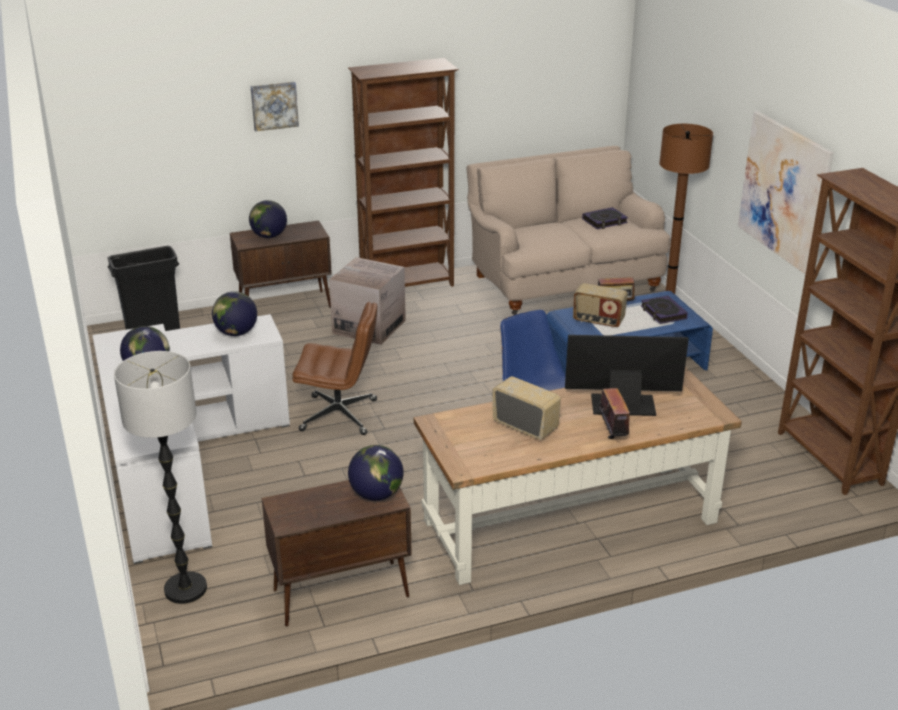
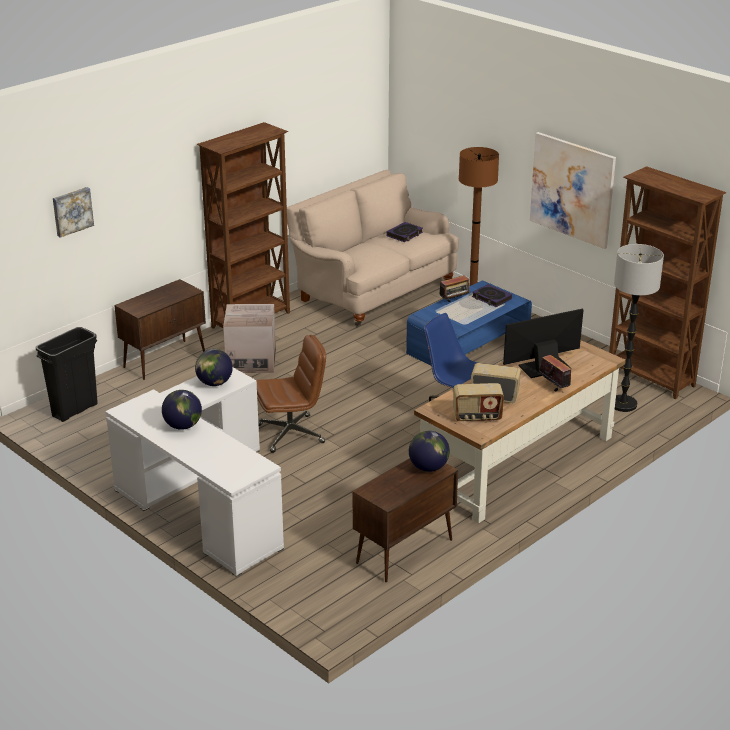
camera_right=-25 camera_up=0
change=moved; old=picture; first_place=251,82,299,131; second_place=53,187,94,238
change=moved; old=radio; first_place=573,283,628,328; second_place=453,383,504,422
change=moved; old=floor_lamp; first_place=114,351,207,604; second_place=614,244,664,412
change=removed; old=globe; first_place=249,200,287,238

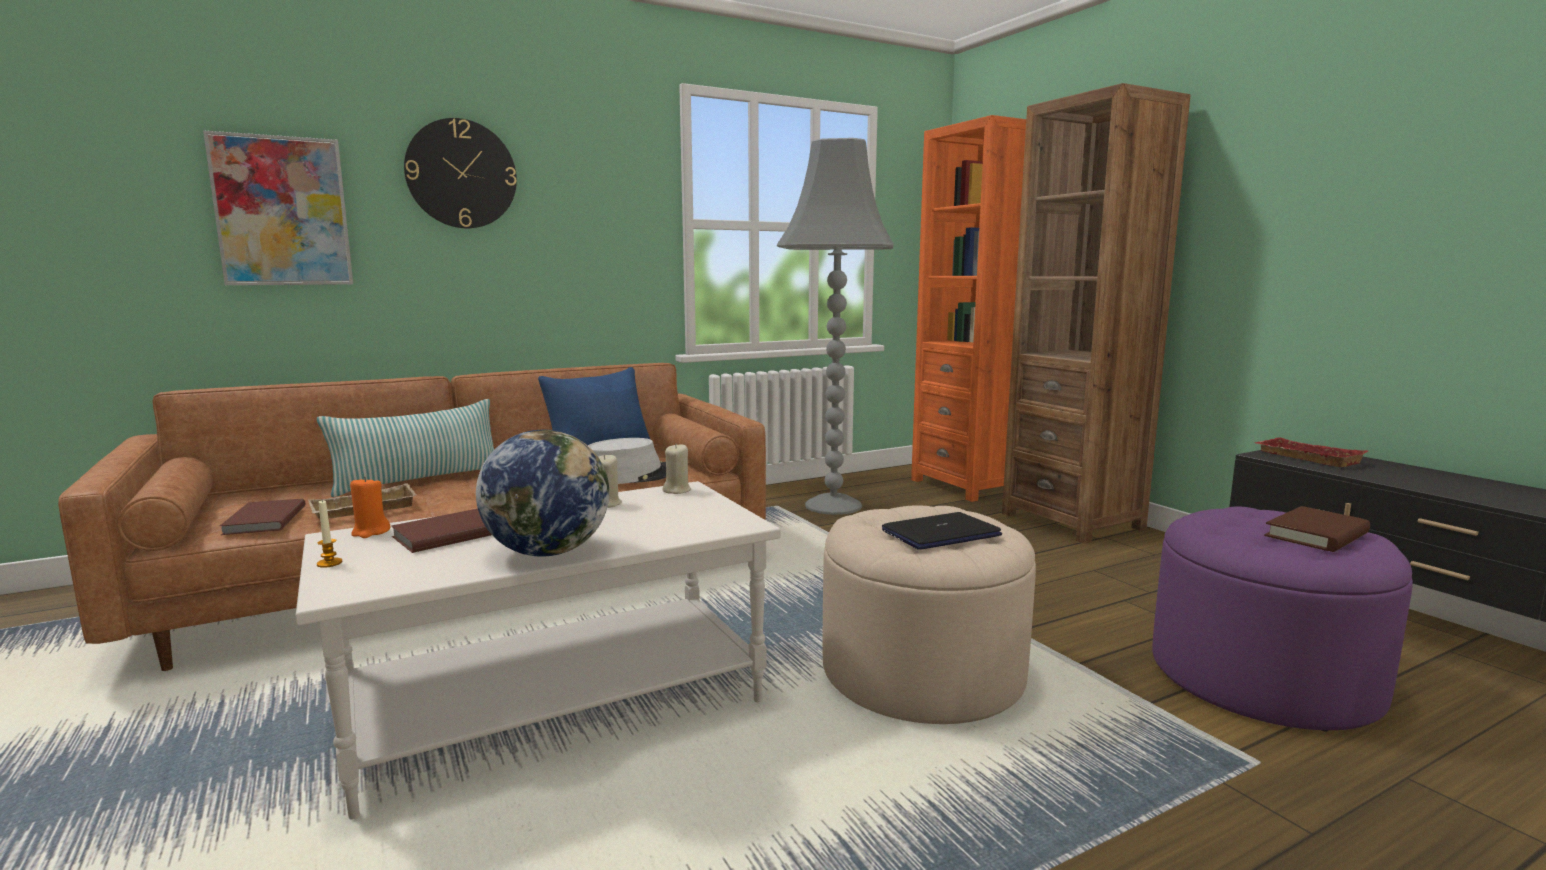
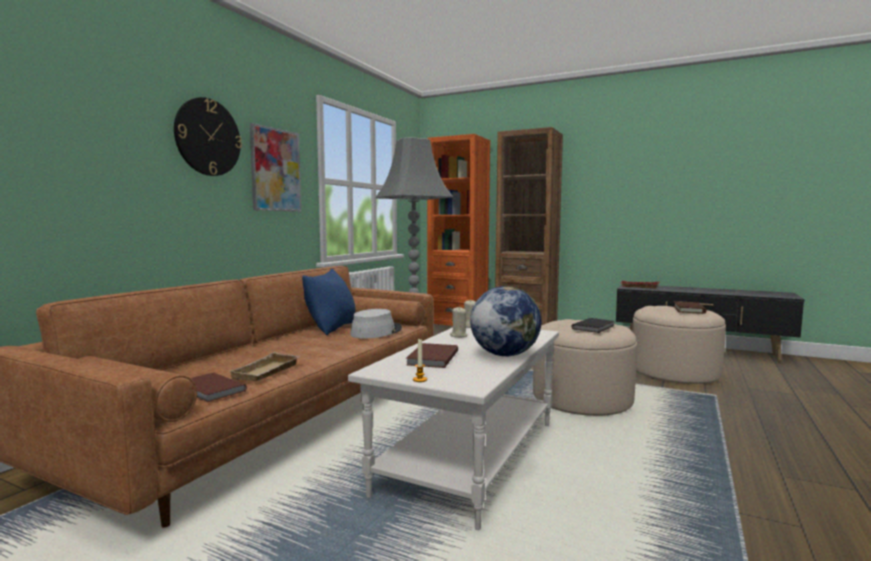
camera_right=-35 camera_up=-5
change=moved; old=picture; first_place=203,130,353,285; second_place=250,123,301,212
change=replaced; old=laptop; new=black_book; first_place=882,512,1002,550; second_place=572,318,614,333
change=recoloured; old=purple_ottoman; new=beige_ottoman; first_place=1152,506,1413,732; second_place=632,306,726,384
change=removed; old=pillow; first_place=317,399,494,497
change=removed; old=orange_candle; first_place=350,476,391,538

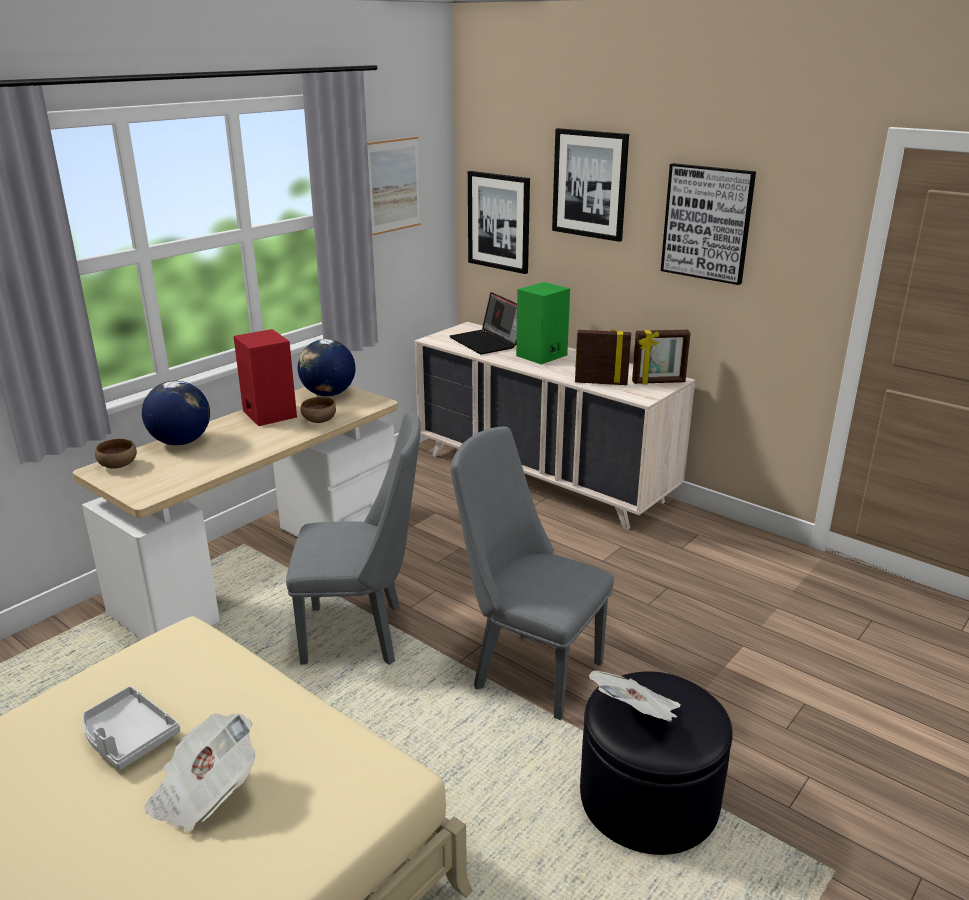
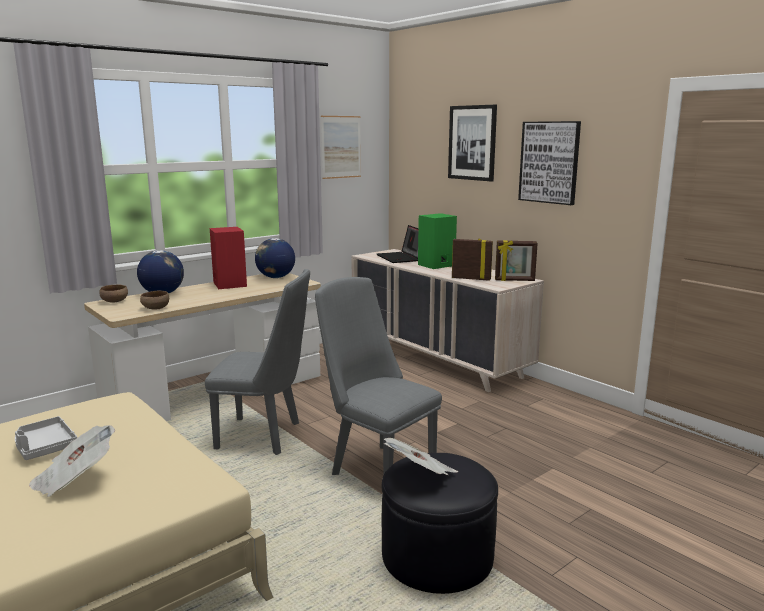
camera_right=10 camera_up=-10
change=moved; old=brown_bowl; first_place=301,397,336,423; second_place=140,291,169,310
change=removed; old=picture; first_place=468,171,530,274

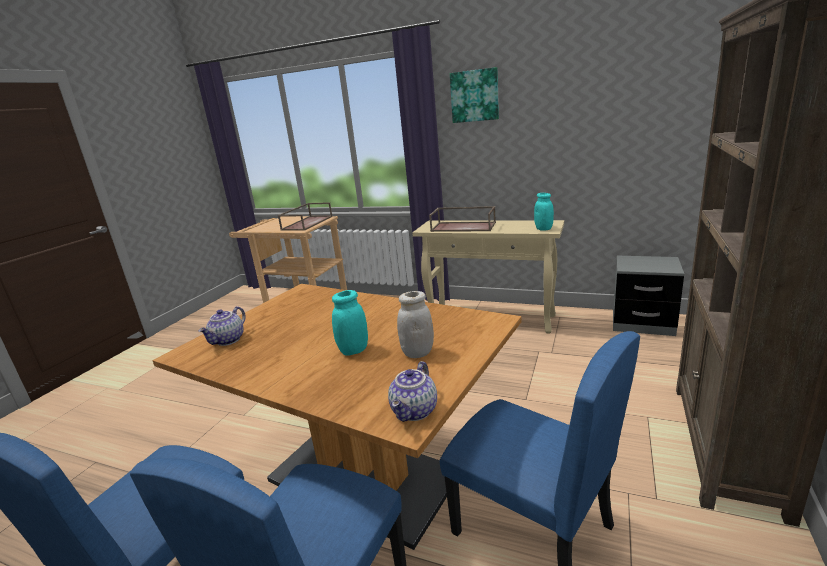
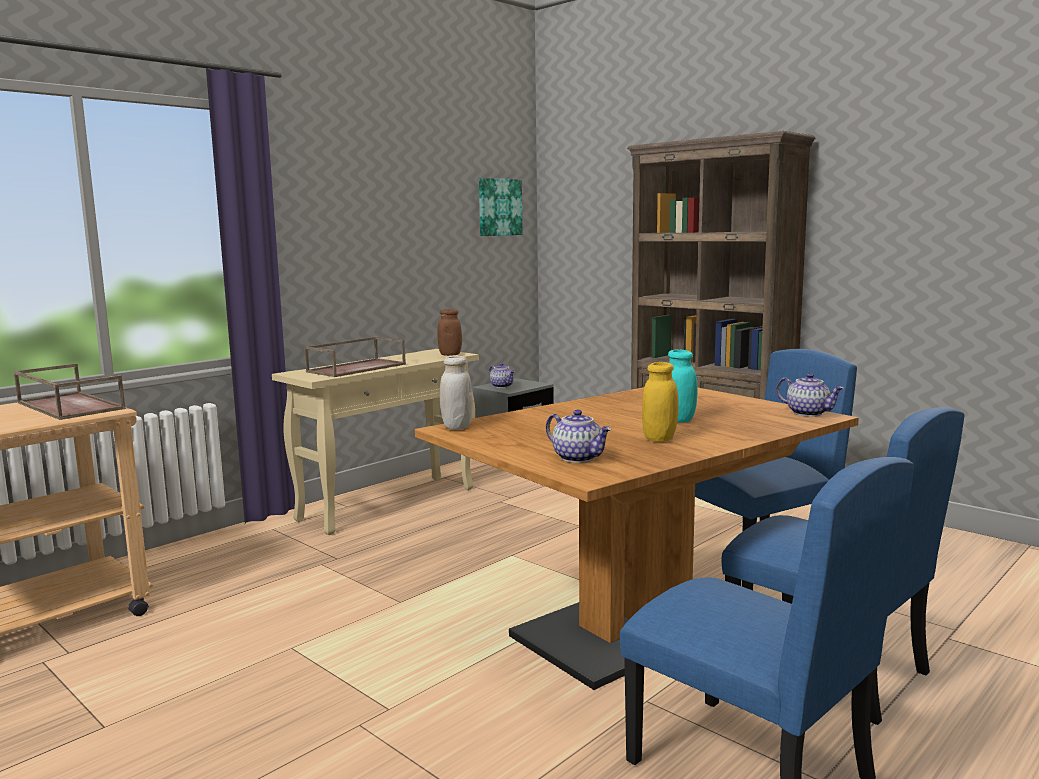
camera_right=-70 camera_up=-10
change=recoloured; old=turquoise_jar; new=brown_jar; first_place=534,193,554,231; second_place=437,309,462,356
change=moved; old=white_jar; first_place=397,291,434,358; second_place=440,356,473,430
change=moved; old=picture; first_place=450,67,499,123; second_place=479,178,523,236
change=added; new=teapot; second_place=489,363,515,388
change=added; new=yellow_jar; second_place=642,362,679,442

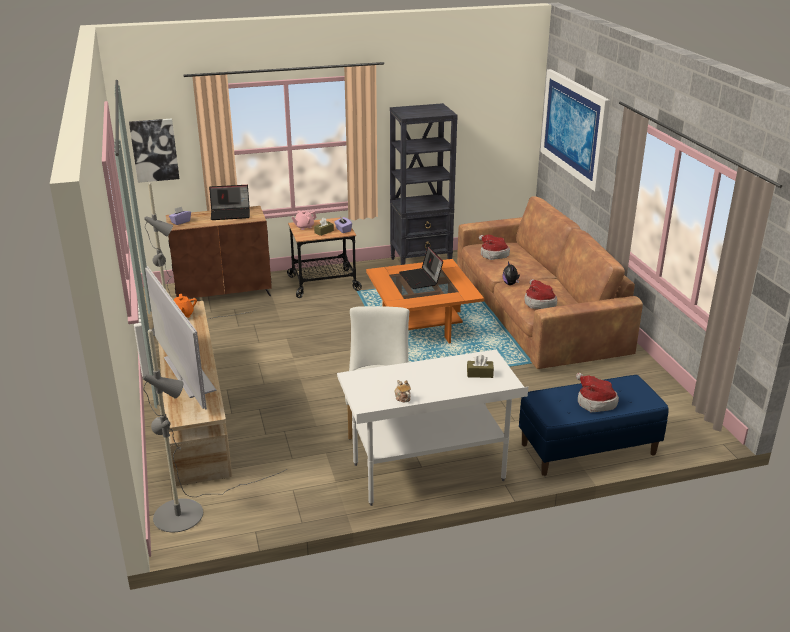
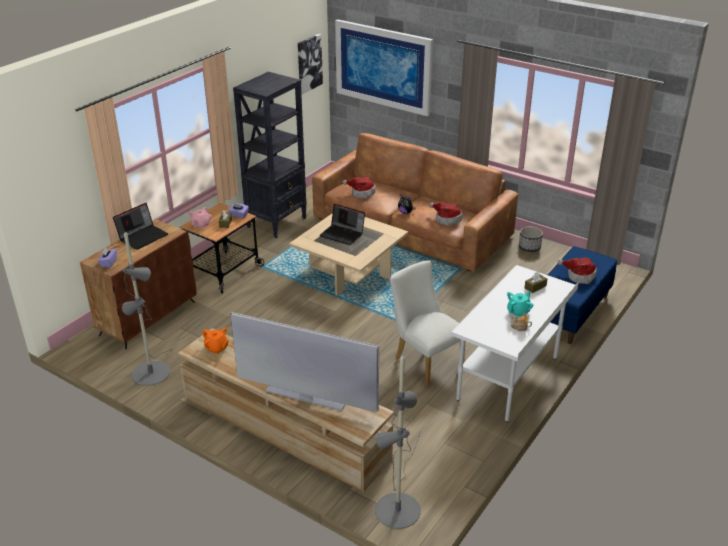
camera_right=-40 camera_up=5
change=recoloured; old=orange_coffee_table; new=beige_coffee_table; first_place=366,259,484,344; second_place=289,213,408,296
change=moved; old=picture; first_place=129,118,179,183; second_place=298,34,323,94
change=added; new=turquoise_teapot; second_place=507,291,533,317
change=added; new=planter; second_place=519,227,543,252

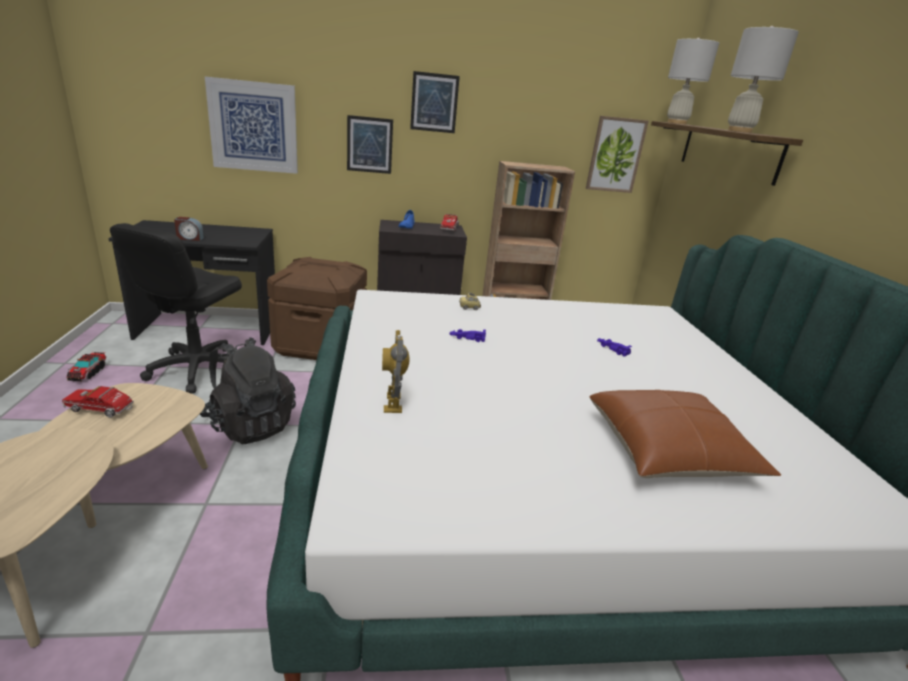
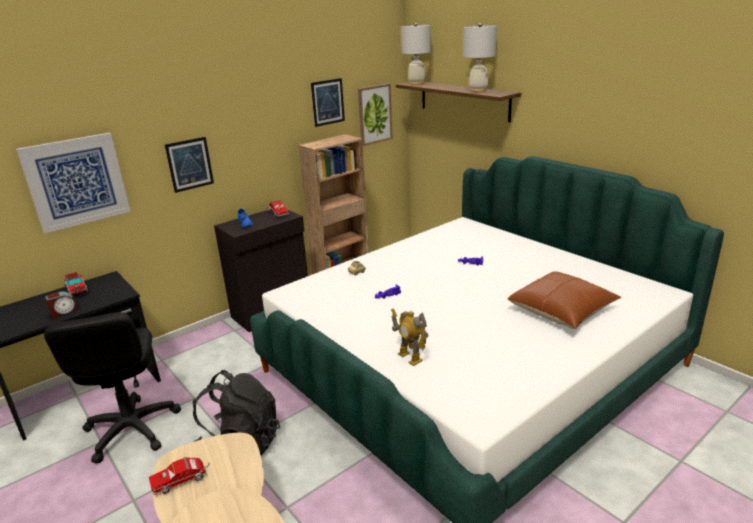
camera_right=-30 camera_up=0
change=moved; old=toy_truck; first_place=66,352,106,381; second_place=64,272,88,297
change=moved; old=picture; first_place=410,71,460,133; second_place=311,78,345,127
change=removed; old=brown_storage_box; first_place=267,257,367,360

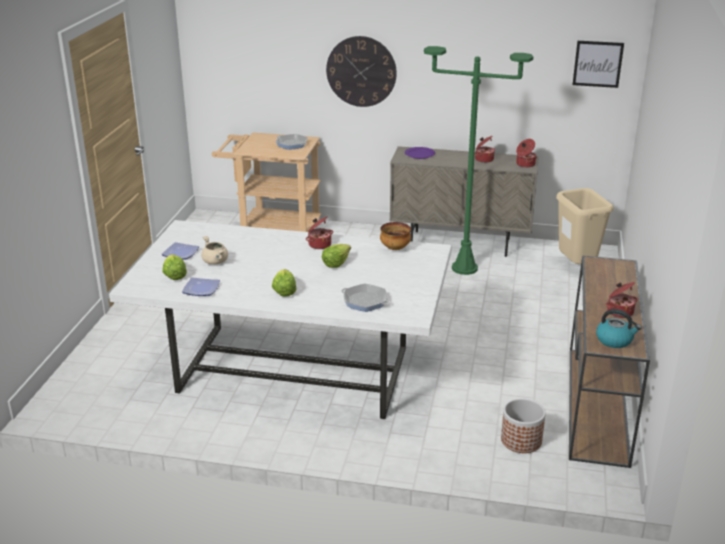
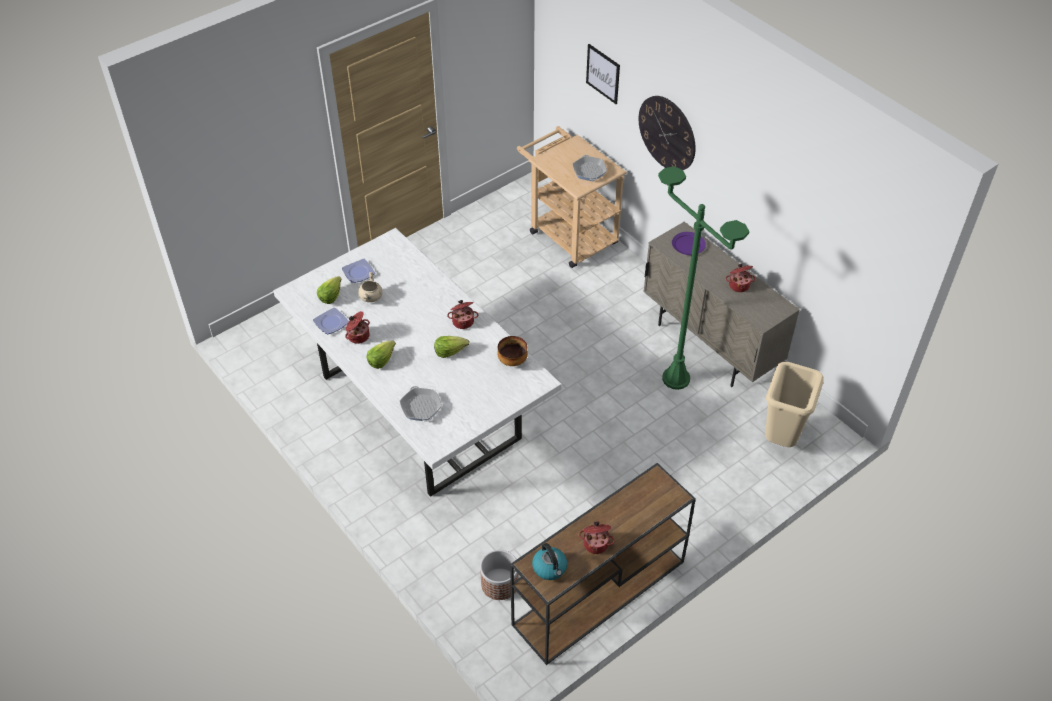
camera_right=40 camera_up=20
change=moved; old=cooking_pot; first_place=516,139,537,168; second_place=345,311,370,344
change=moved; old=picture; first_place=573,41,624,88; second_place=586,44,620,104

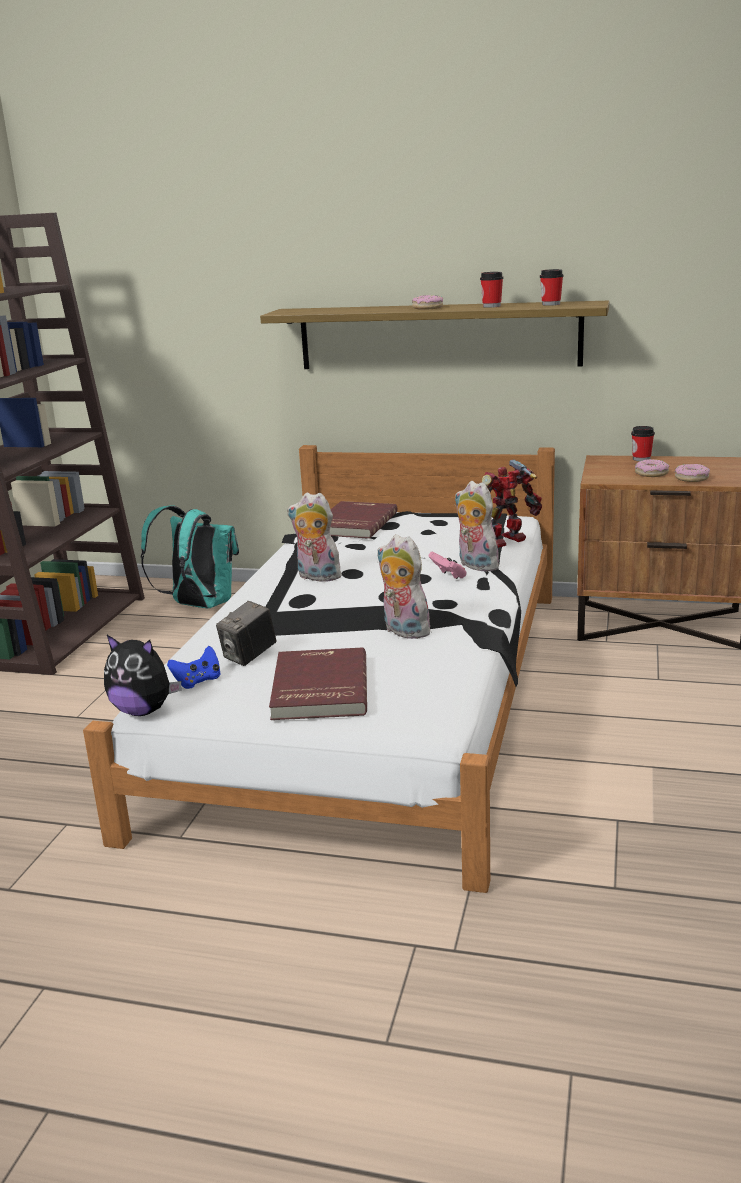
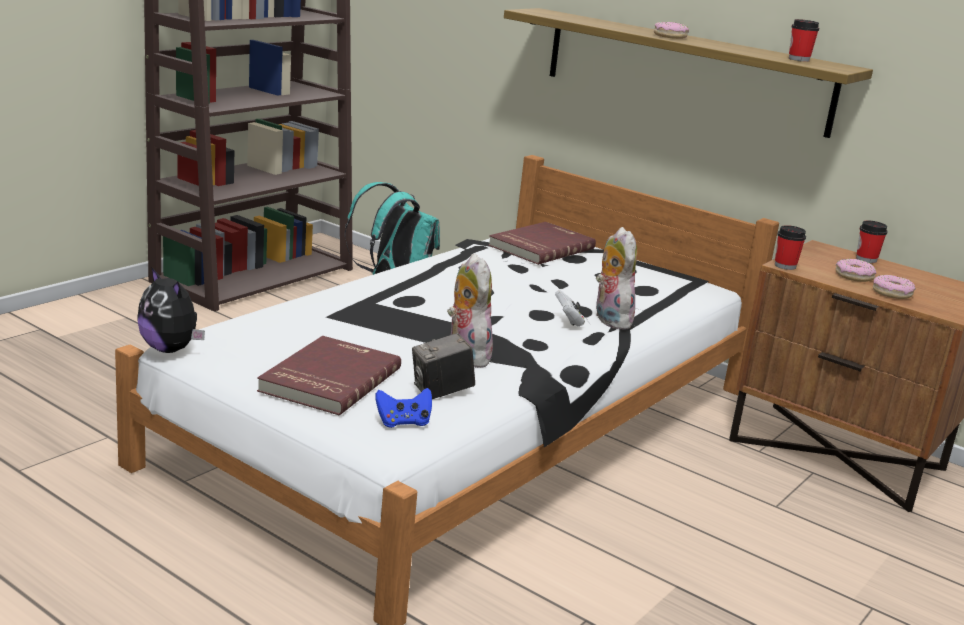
camera_right=20 camera_up=0
change=moved; old=blue_game_controller; first_place=167,646,221,689; second_place=375,388,432,428
change=moved; old=photo_camera; first_place=216,601,276,666; second_place=412,333,475,399
change=recoloured; old=pink_game_controller; new=white_game_controller; first_place=428,552,467,579; second_place=555,290,585,327
change=moved; old=cup; first_place=480,272,504,308; second_place=775,225,806,270
change=removed; old=plush_toy; first_place=287,492,341,582
change=removed; old=toy_robot; first_place=482,459,542,548

